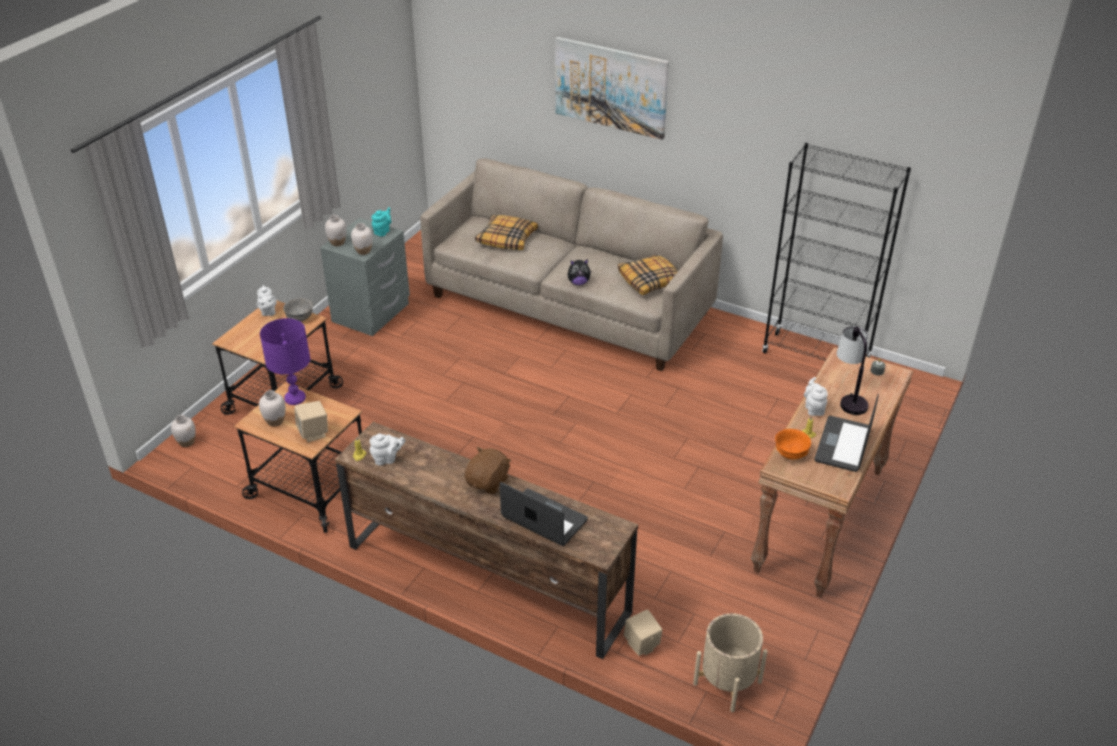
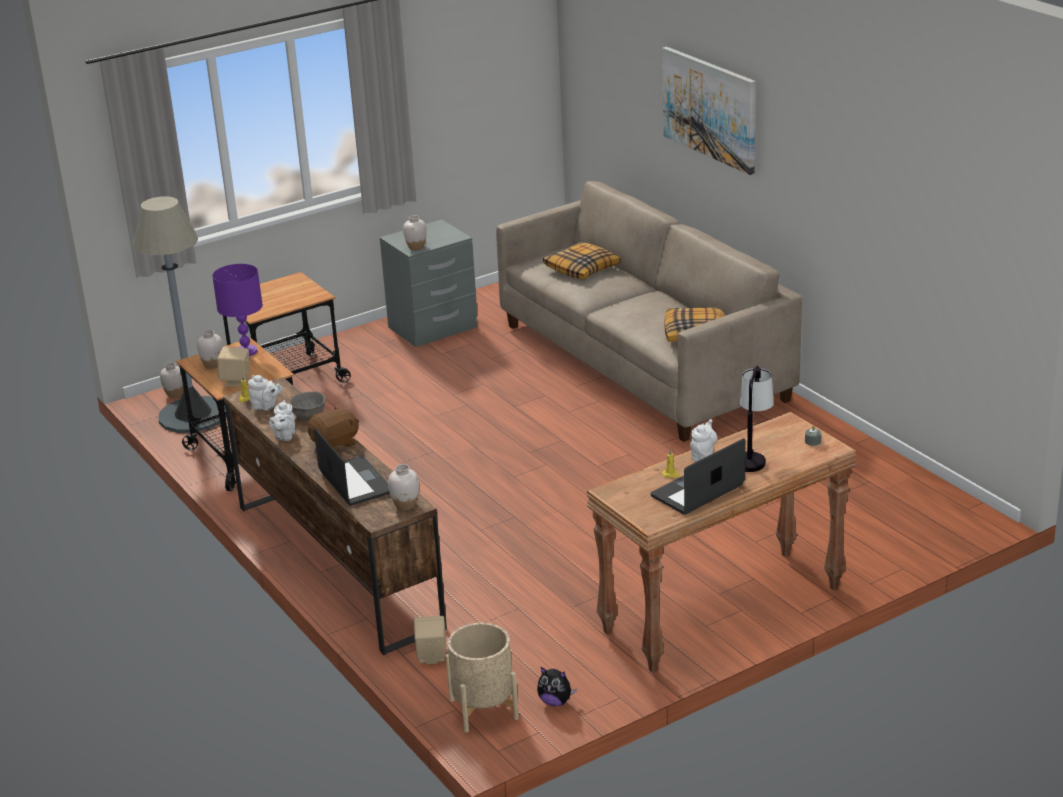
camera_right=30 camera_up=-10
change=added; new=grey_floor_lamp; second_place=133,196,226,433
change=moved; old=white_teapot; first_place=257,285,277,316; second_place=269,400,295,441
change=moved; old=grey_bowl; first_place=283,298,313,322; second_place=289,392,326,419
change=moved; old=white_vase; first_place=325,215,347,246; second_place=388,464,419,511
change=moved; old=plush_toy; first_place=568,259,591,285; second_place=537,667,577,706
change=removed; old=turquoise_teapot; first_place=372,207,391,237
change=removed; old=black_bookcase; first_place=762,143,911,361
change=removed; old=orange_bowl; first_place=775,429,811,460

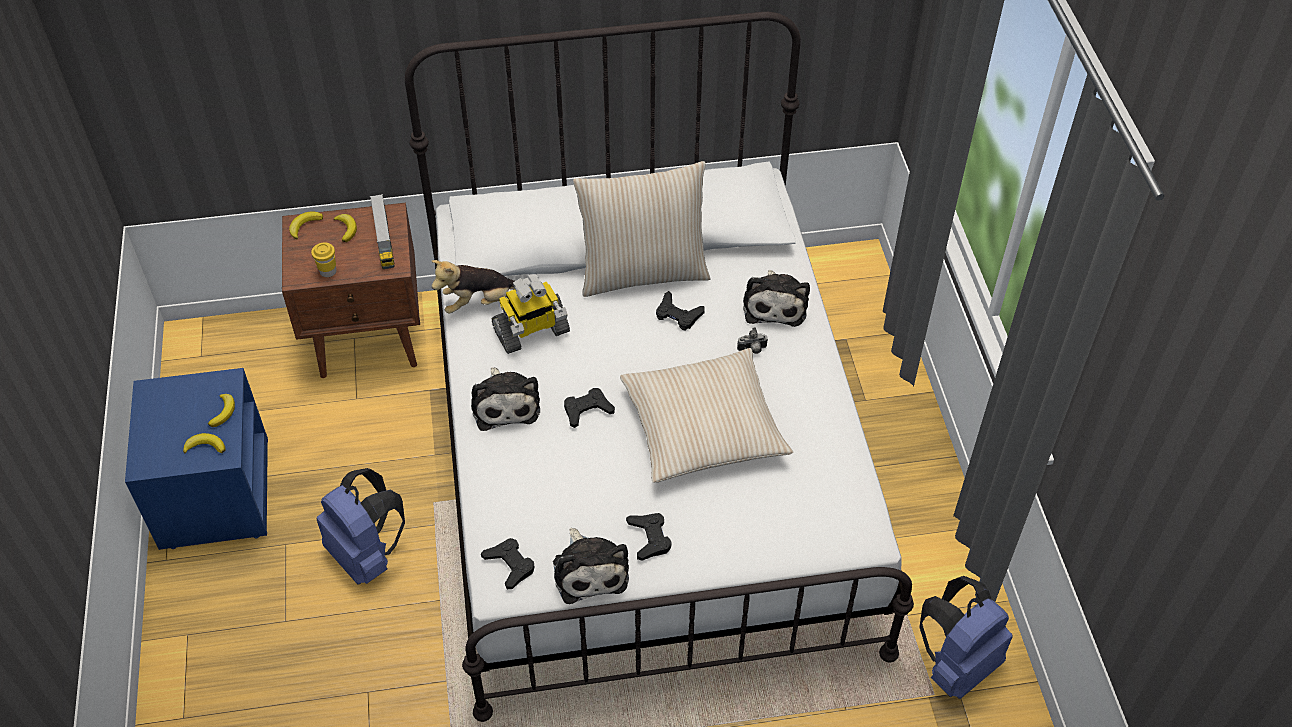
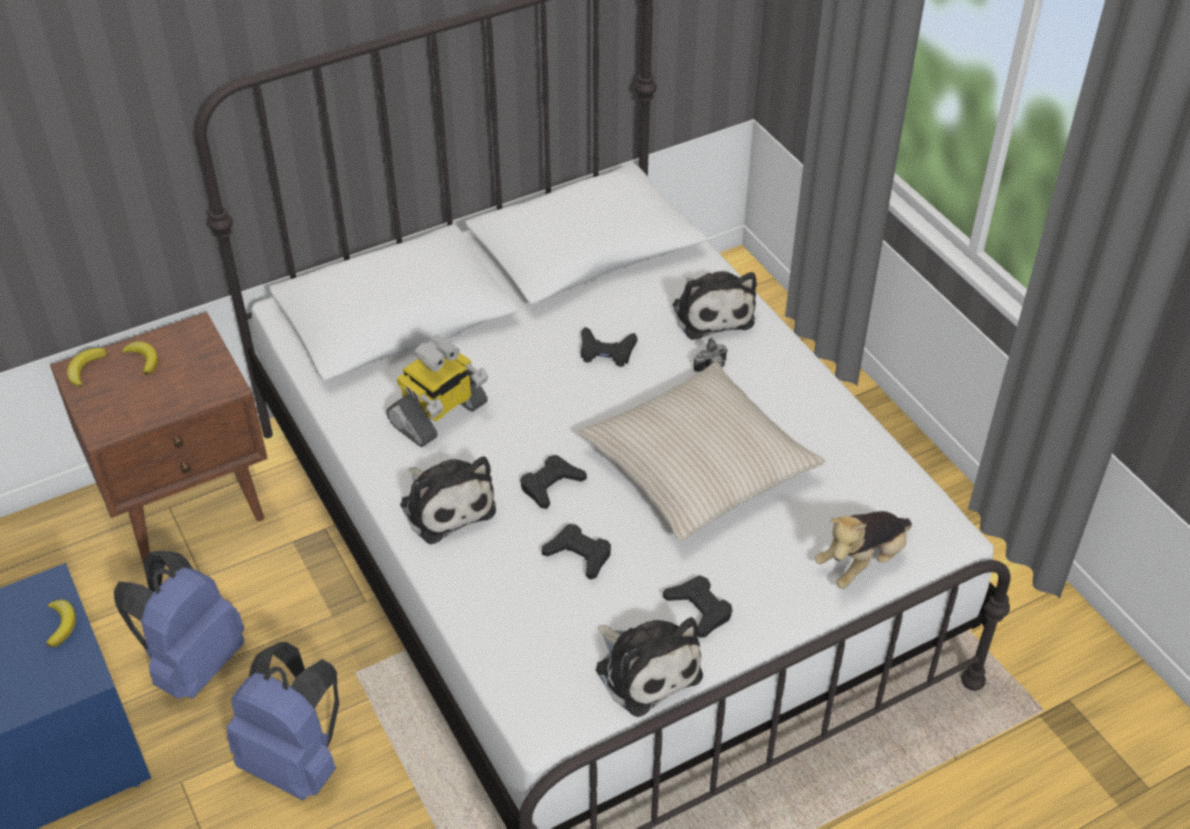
camera_right=-20 camera_up=-5
change=moved; old=blue_backpack; first_place=919,576,1013,699; second_place=114,551,244,699
change=moved; old=black_game_controller; first_place=481,538,535,589; second_place=542,524,611,580
change=moved; old=plush_toy; first_place=432,260,515,314; second_place=815,511,912,589
change=removed; old=banana; first_place=183,433,225,453
change=removed; old=yellow_cup; first_place=311,242,336,277
change=removed; old=toy_truck; first_place=370,194,395,269
change=removed; old=beige_pillow; first_place=573,161,711,297

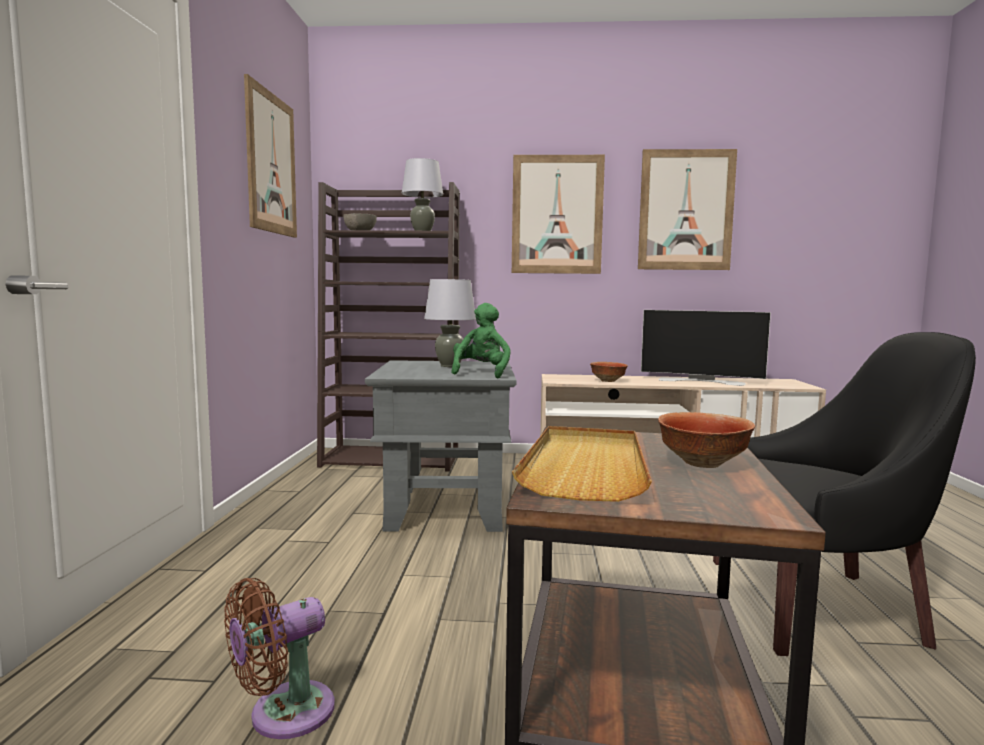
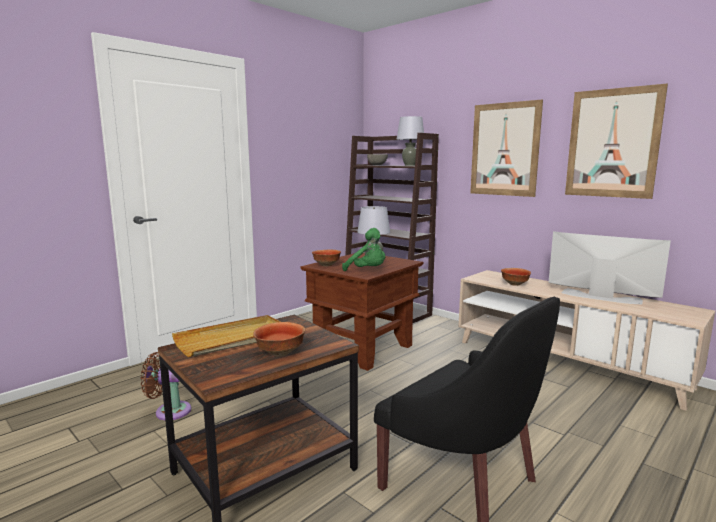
camera_right=40 camera_up=5
change=recoloured; old=grey_side_table; new=brown_side_table; first_place=365,360,517,532; second_place=301,252,424,371
change=added; new=bowl; second_place=312,250,341,266
change=turned; old=green_plush_toy; first_place=452,303,511,378; second_place=342,228,385,271; degrees=75
change=turned; old=television; first_place=641,310,771,386; second_place=549,231,671,304; degrees=150
change=removed; old=picture; first_place=244,74,297,238

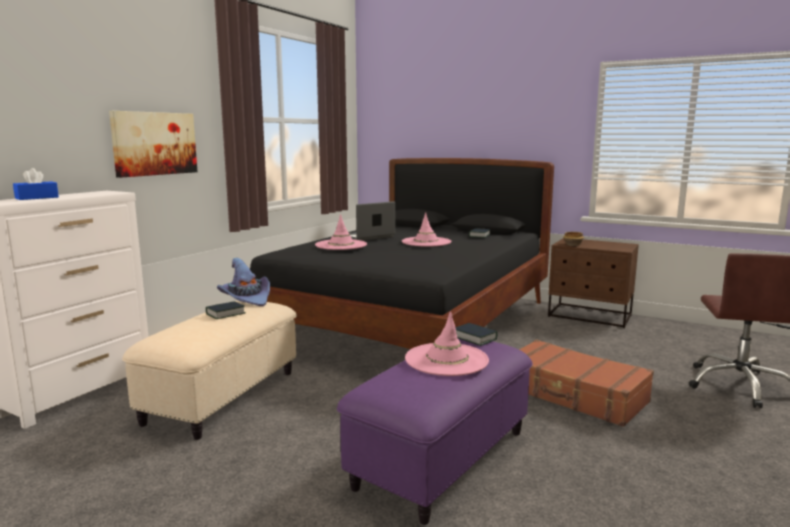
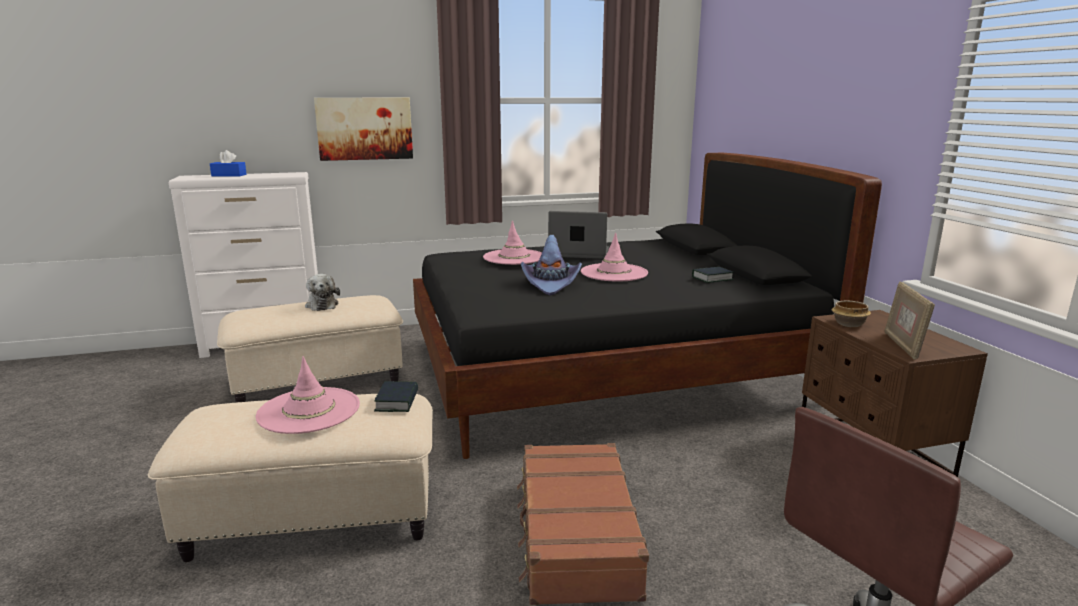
camera_right=45 camera_up=5
change=recoloured; old=purple_ottoman; new=beige_ottoman; first_place=337,339,533,525; second_place=148,394,433,562
change=replaced; old=book; new=plush_toy; first_place=206,301,245,319; second_place=305,274,340,311
change=moved; old=purple_hat; first_place=217,258,270,306; second_place=521,235,582,295
change=added; new=picture_frame; second_place=885,281,935,360

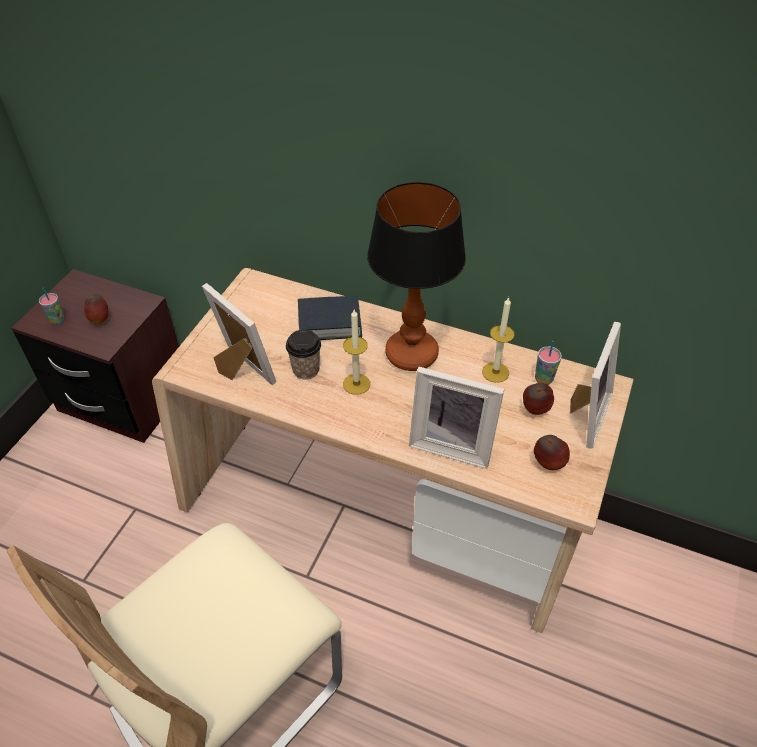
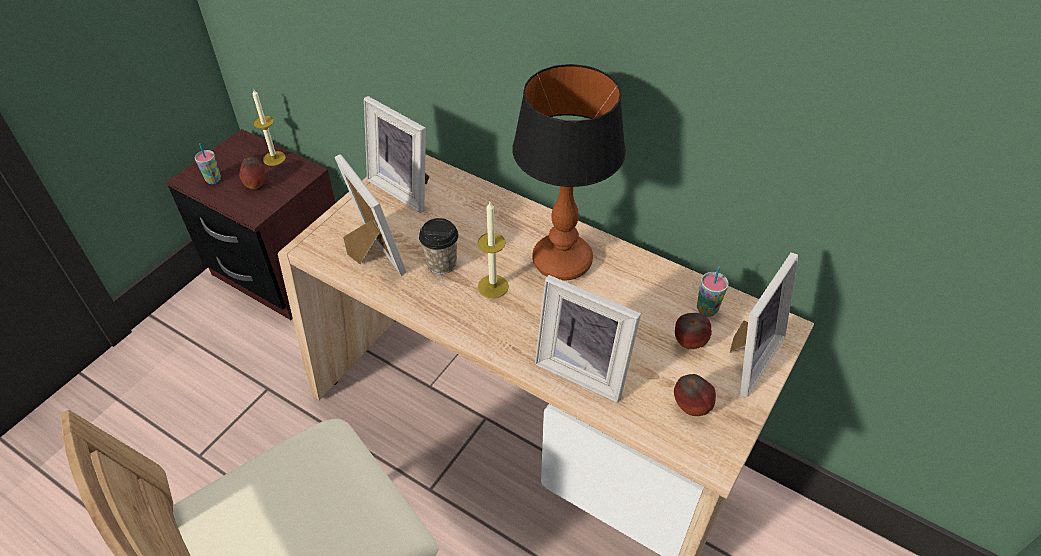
camera_right=10 camera_up=0
change=moved; old=candle; first_place=482,297,515,383; second_place=252,88,286,166
change=added; new=picture_frame; second_place=364,96,430,213
change=removed; old=book; first_place=298,295,362,340

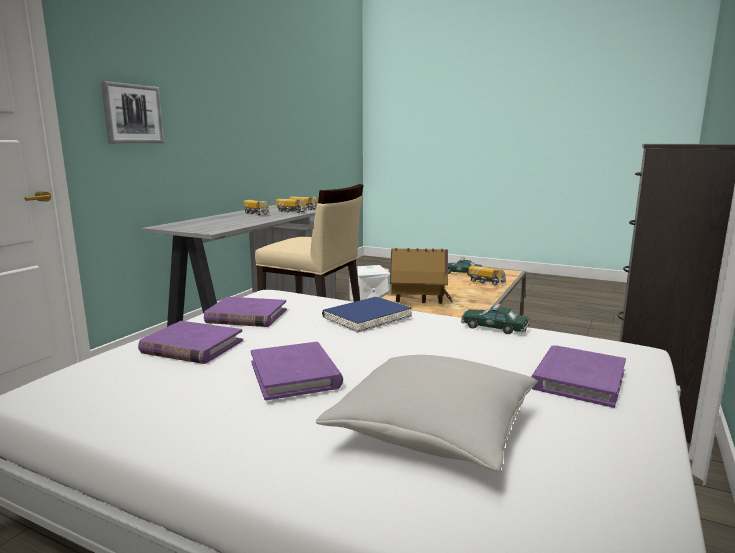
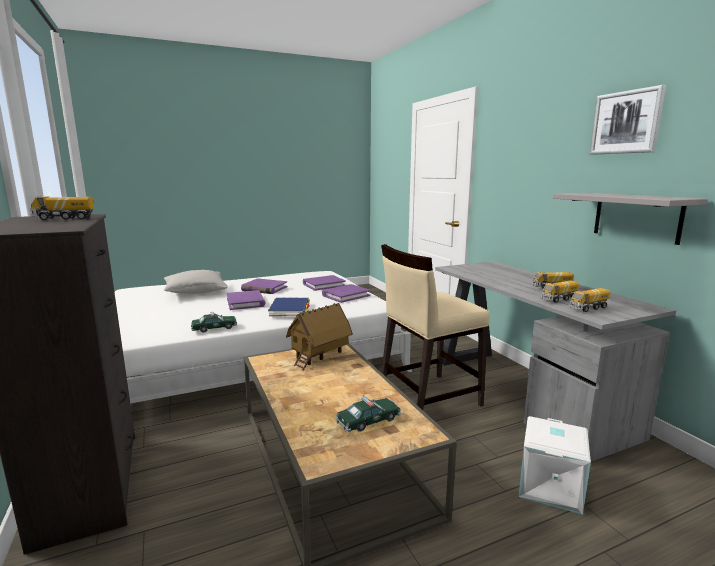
camera_right=130 camera_up=0
change=moved; old=toy_truck; first_place=469,265,506,285; second_place=30,196,94,220
change=moved; old=purple_book; first_place=531,345,626,408; second_place=227,290,265,310
change=added; new=grey_shelf; second_place=553,193,708,245
change=moved; old=picture; first_place=101,81,164,143; second_place=590,85,666,155

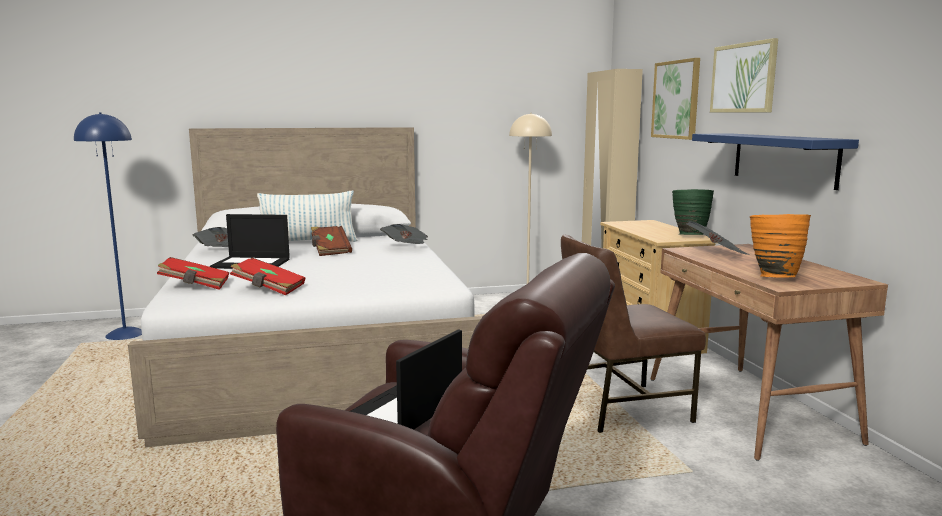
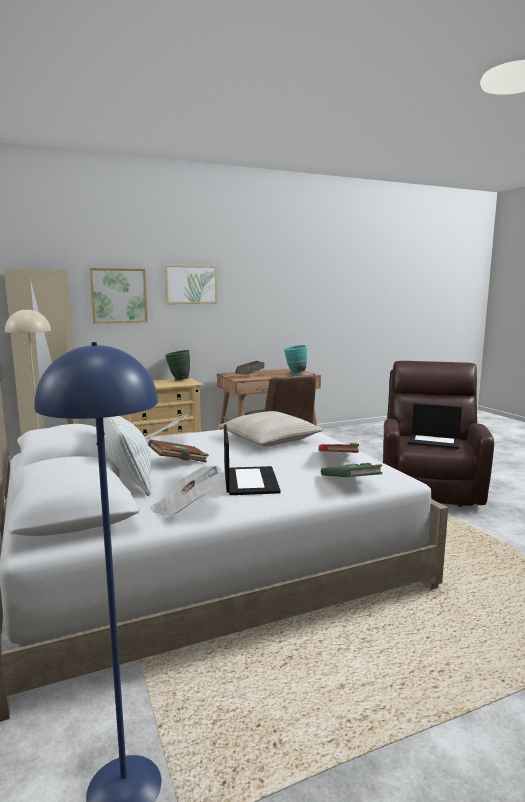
camera_right=-100 camera_up=0
change=added; new=beige_pillow; second_place=218,411,324,446
change=recoloured; old=orange_vase; new=turquoise_vase; first_place=750,214,811,278; second_place=284,345,307,375
change=recoloured; old=red_book; new=green_book; first_place=157,257,229,290; second_place=321,463,382,477
change=removed; old=blue_shelf; first_place=692,133,859,190

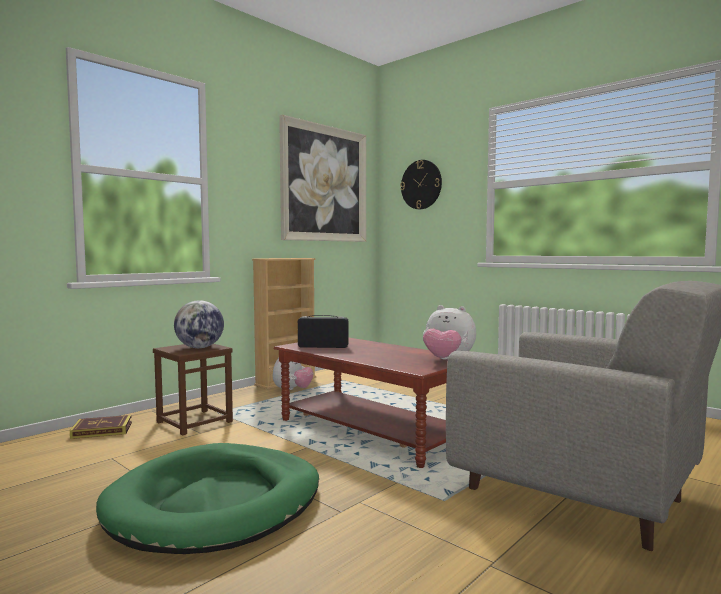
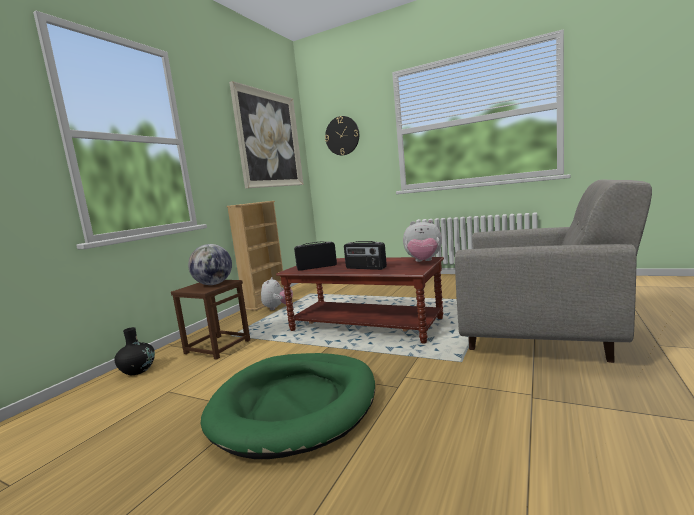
camera_right=-15 camera_up=5
change=replaced; old=book; new=black_vase; first_place=70,415,132,439; second_place=114,327,155,375
change=added; new=radio; second_place=344,241,387,270

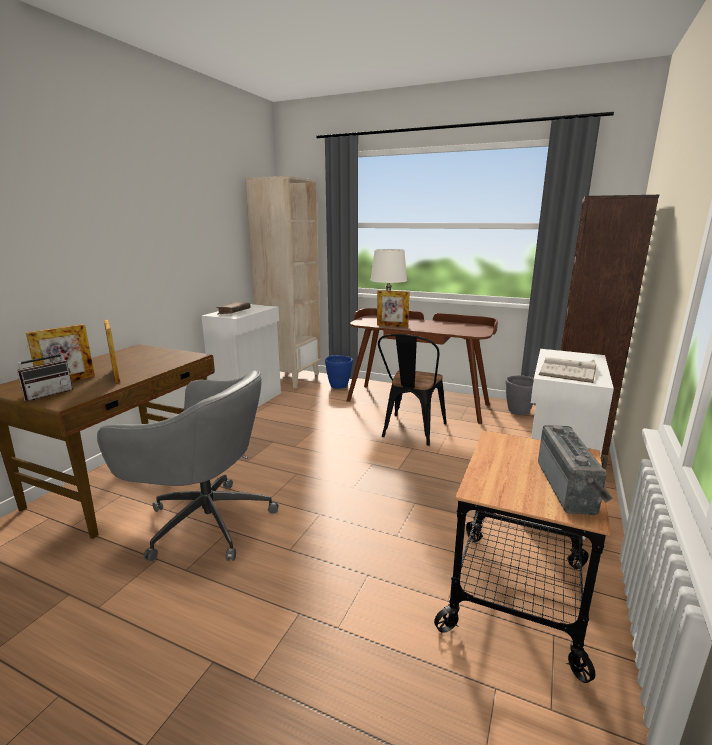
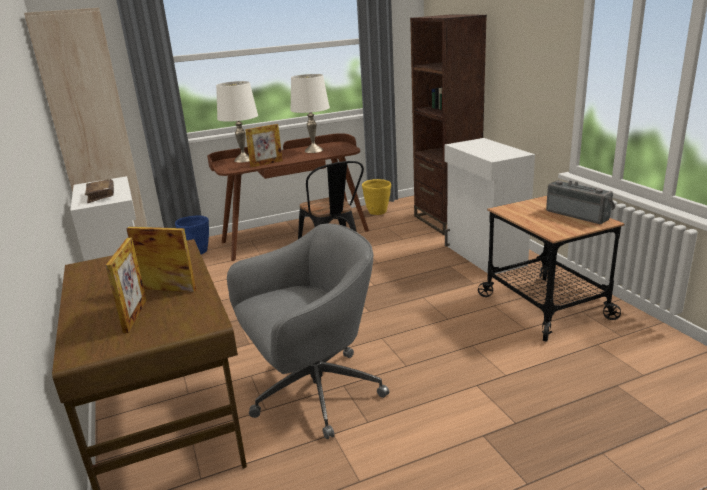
camera_right=-45 camera_up=5
change=added; new=white_table_lamp; second_place=290,74,330,153
change=recoloured; old=grey_planter; new=yellow_planter; first_place=506,375,534,415; second_place=362,179,391,215
change=removed; old=radio; first_place=17,346,73,401
change=removed; old=white_book; first_place=539,357,596,383

